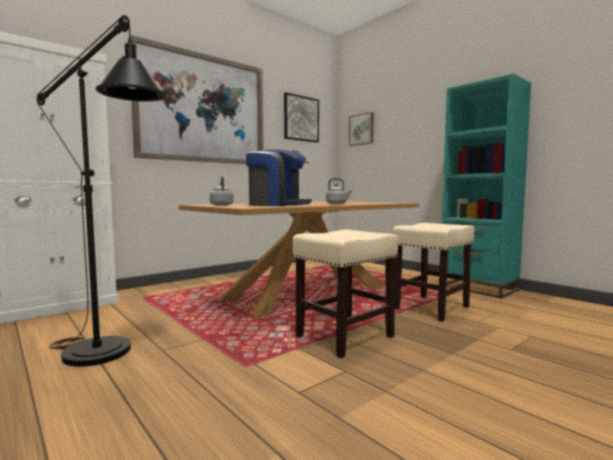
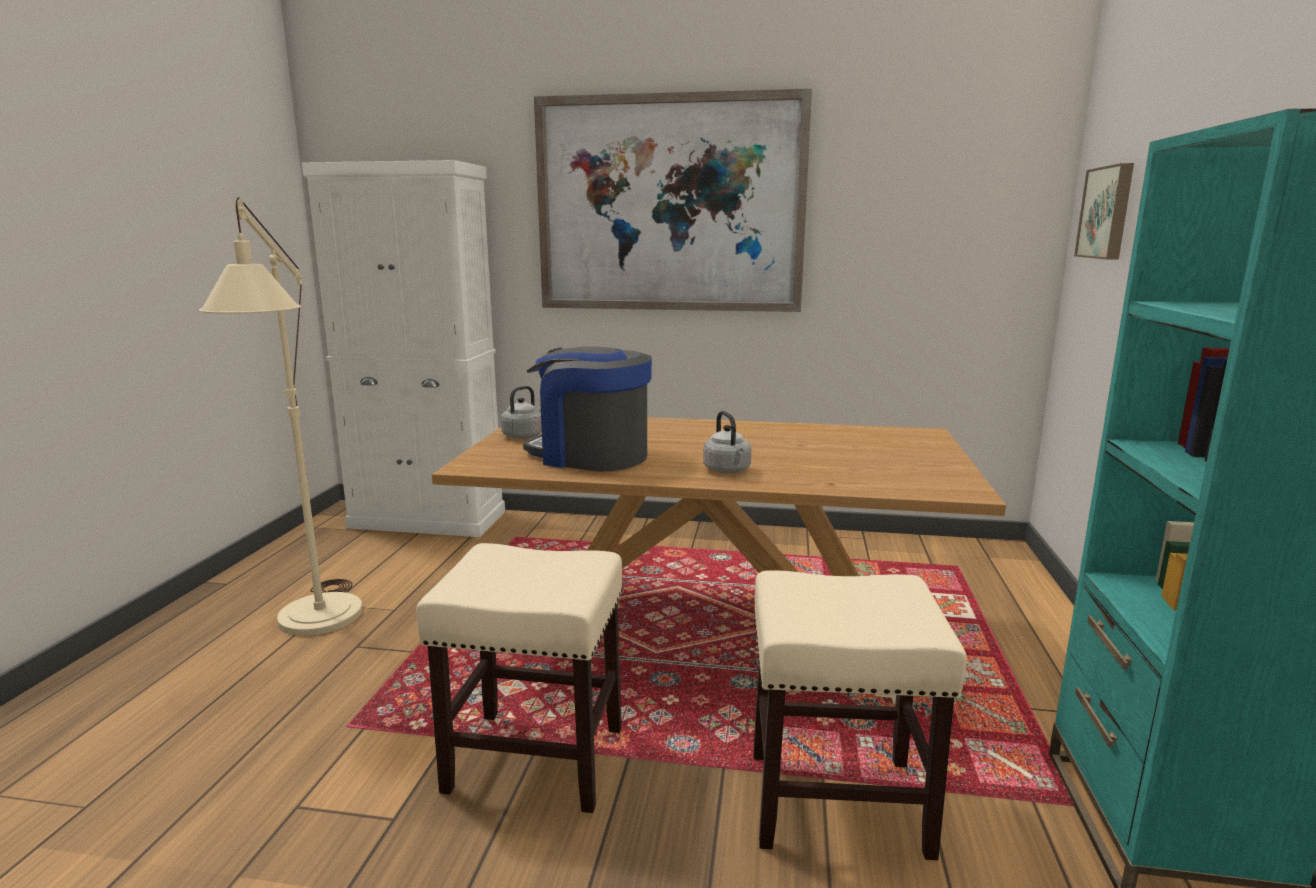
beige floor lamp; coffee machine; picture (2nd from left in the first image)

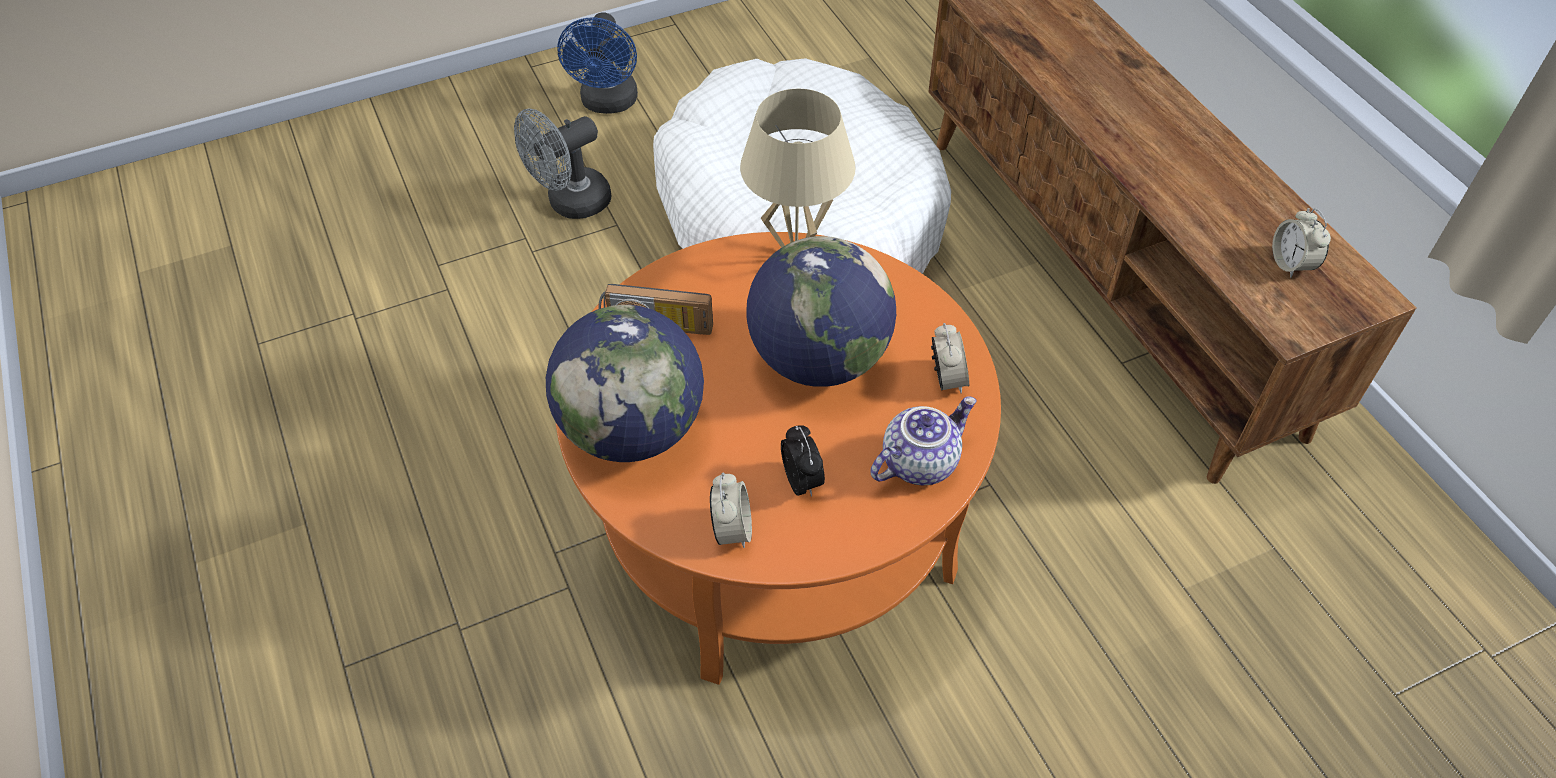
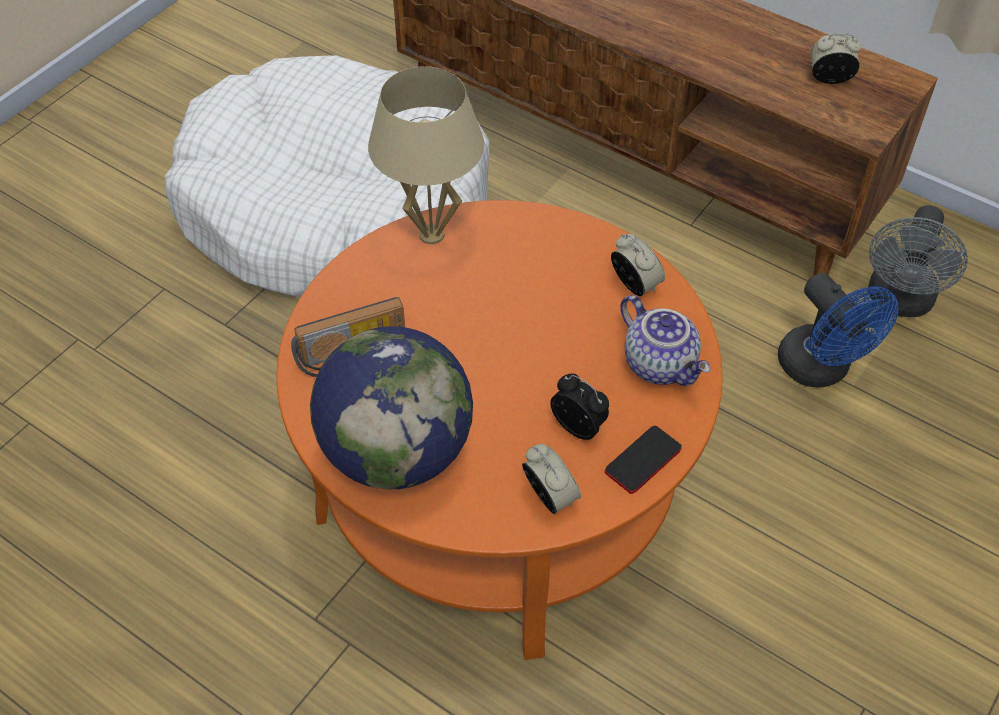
grey fan; blue fan; globe (2nd from left in the first image); teapot; alarm clock (4th from left); phone

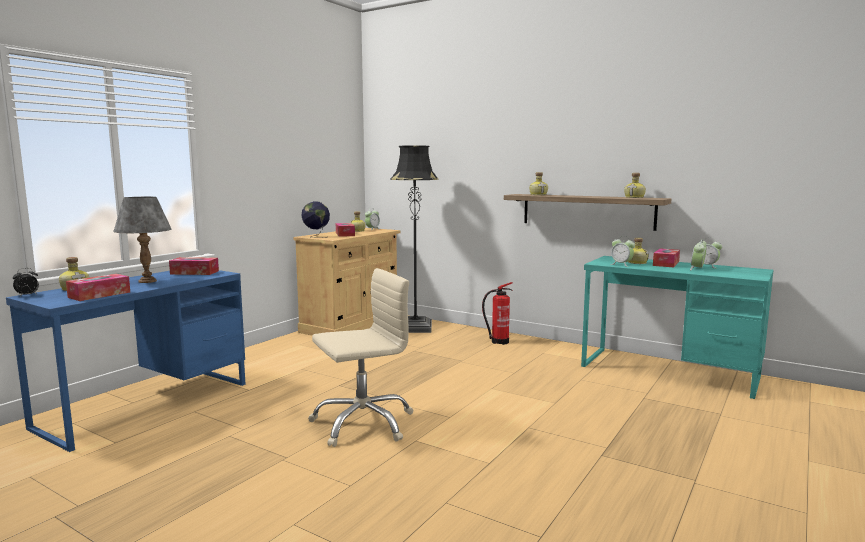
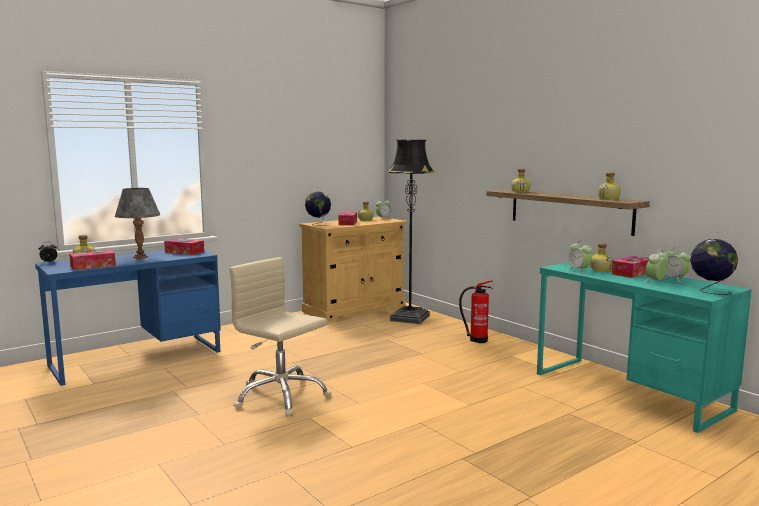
beige office chair; globe (2nd from left)

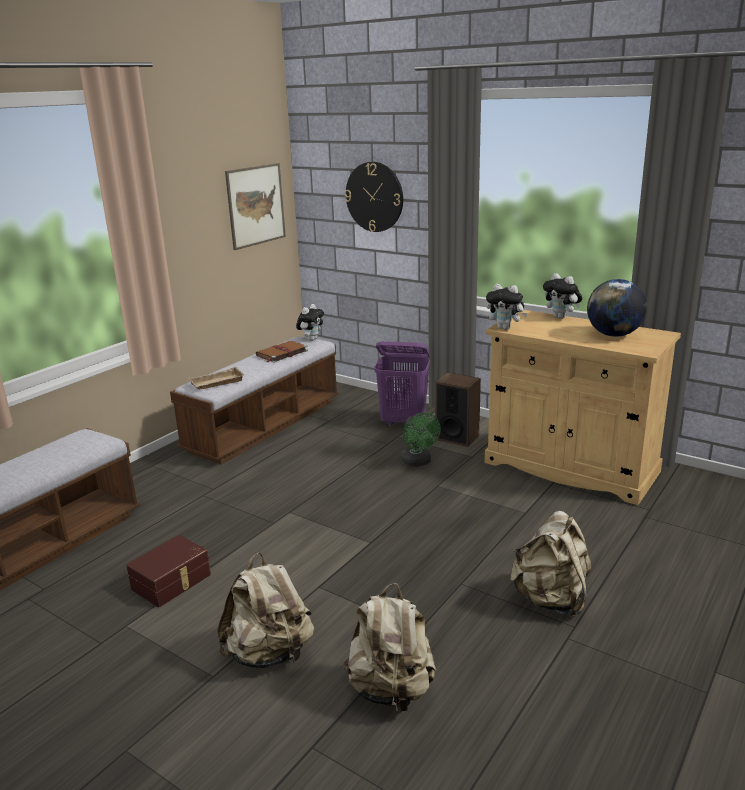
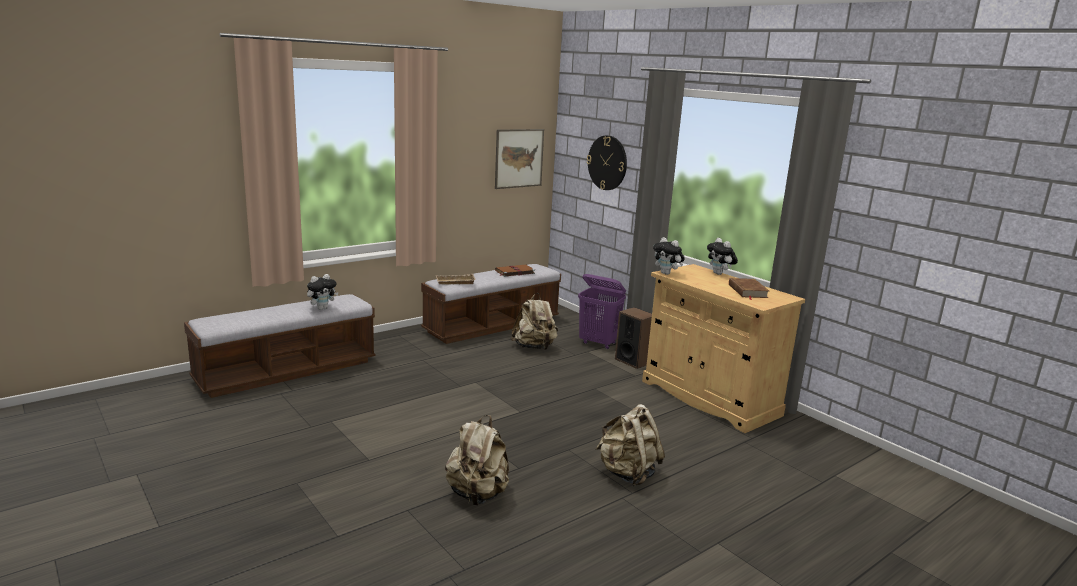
brown storage box; beige backpack (2nd from left); plush toy (1st from left); green fan; brown book (2nd from left)

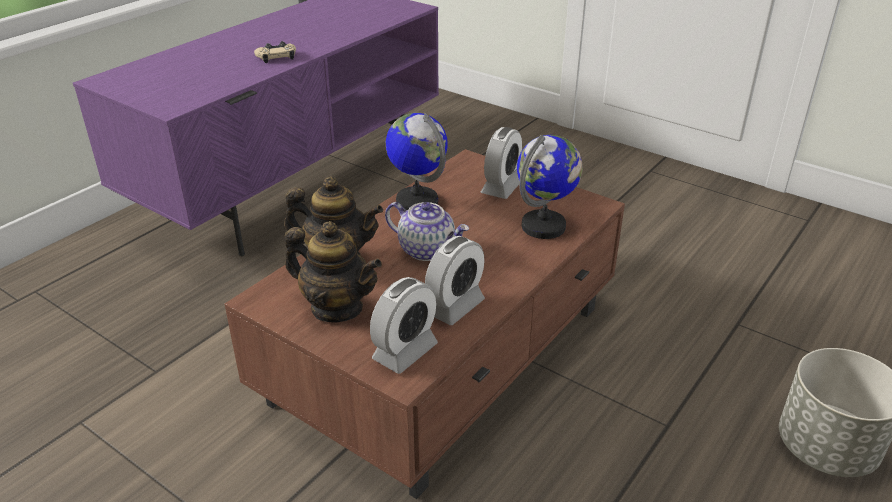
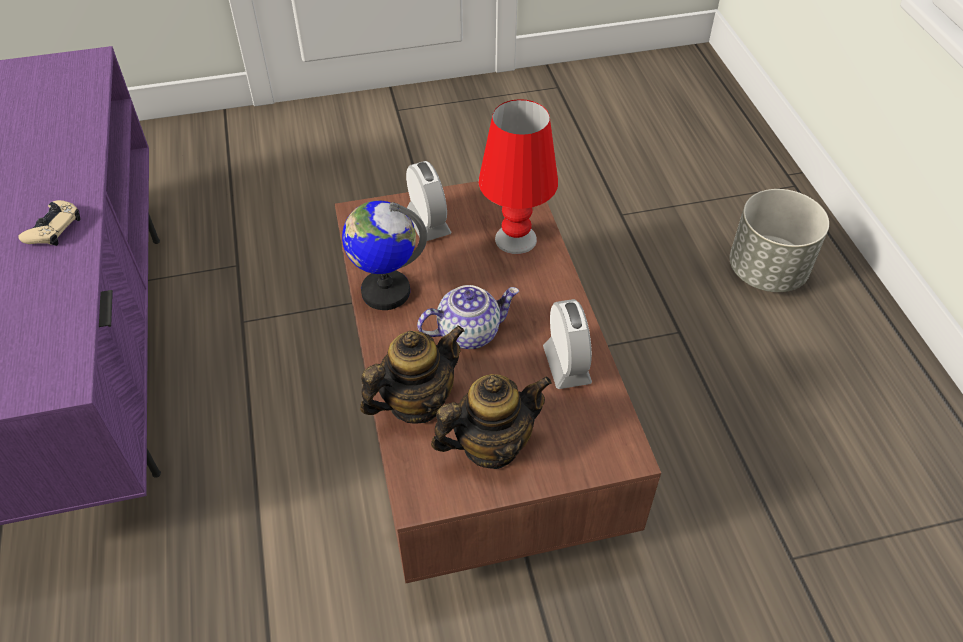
alarm clock (1st from left in the first image); red table lamp

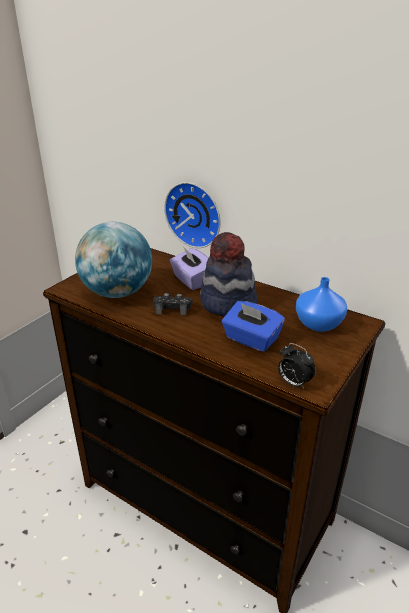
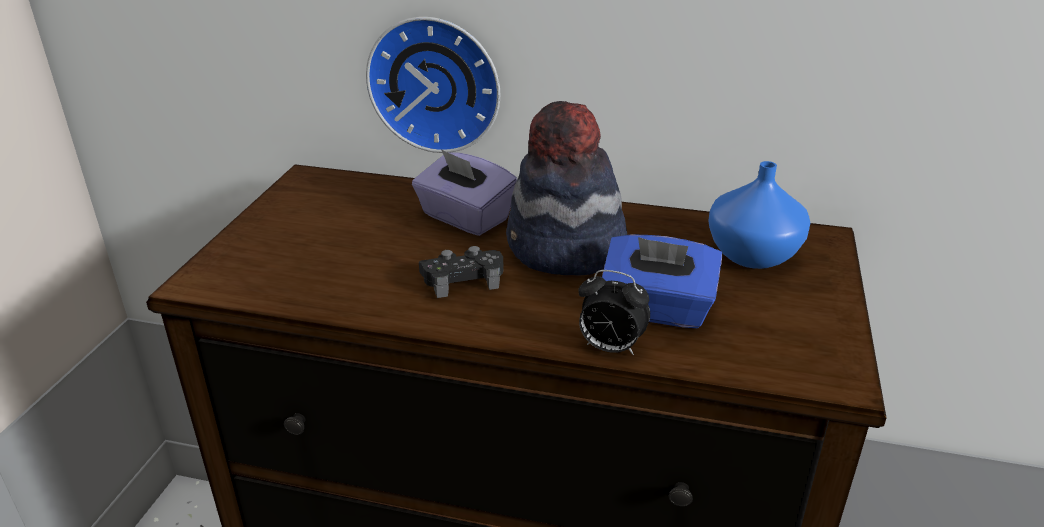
globe; alarm clock

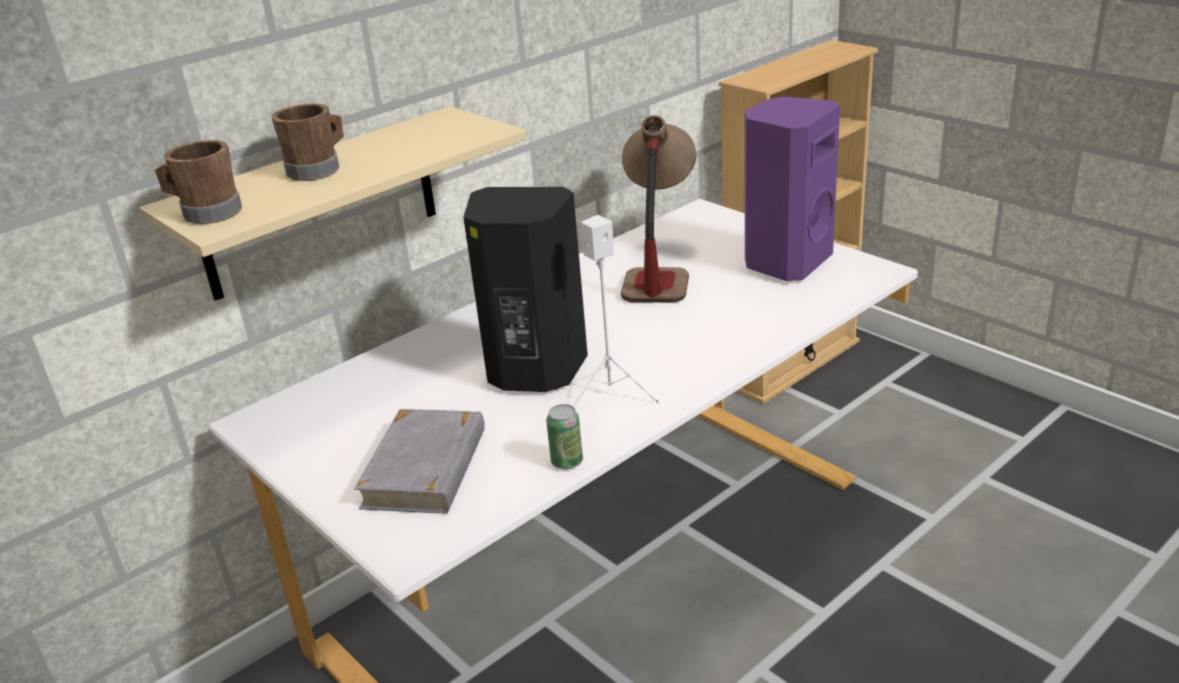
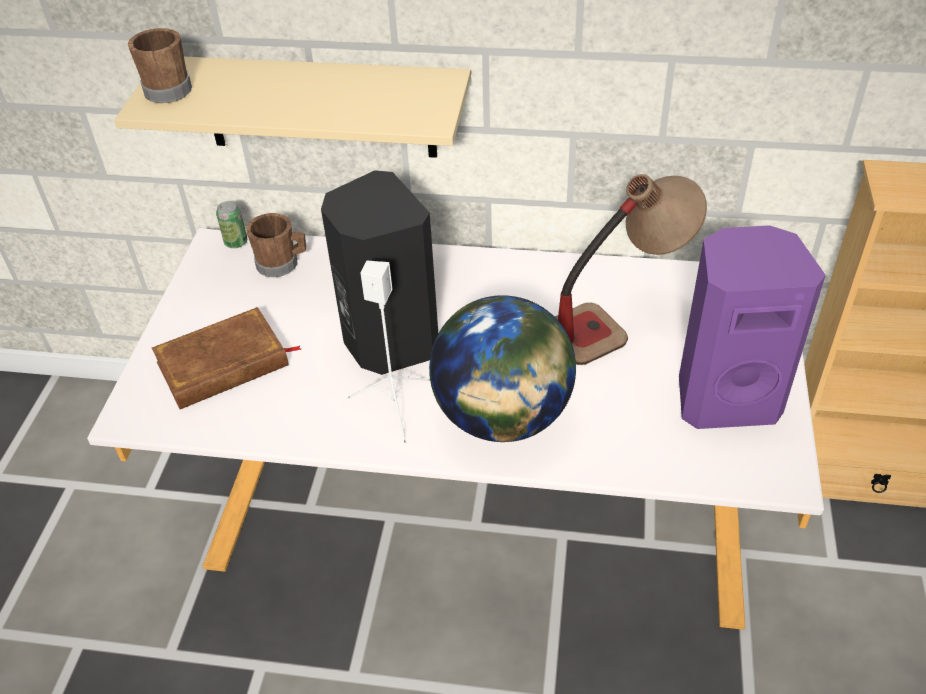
brown mug (2nd from left); brown book; can; globe

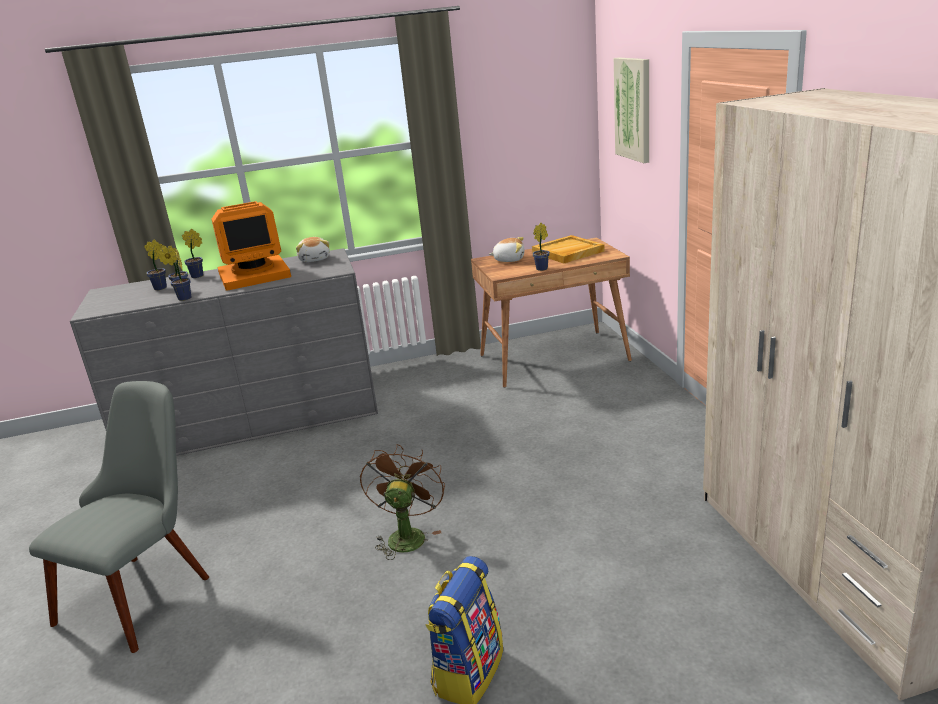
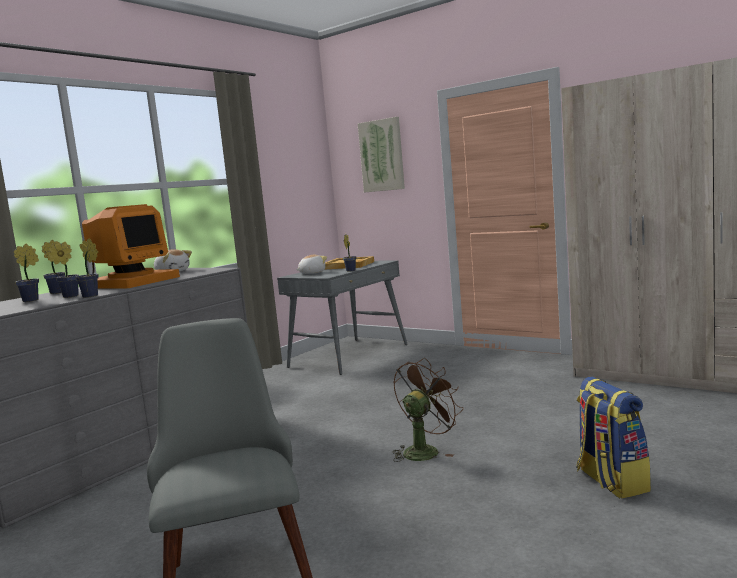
brown fan; grey desk

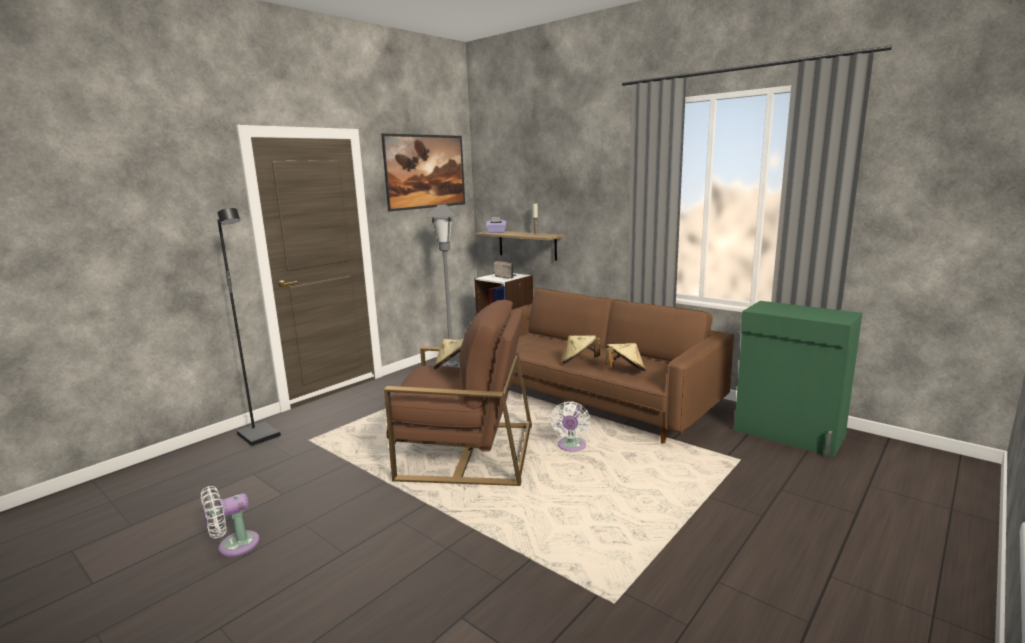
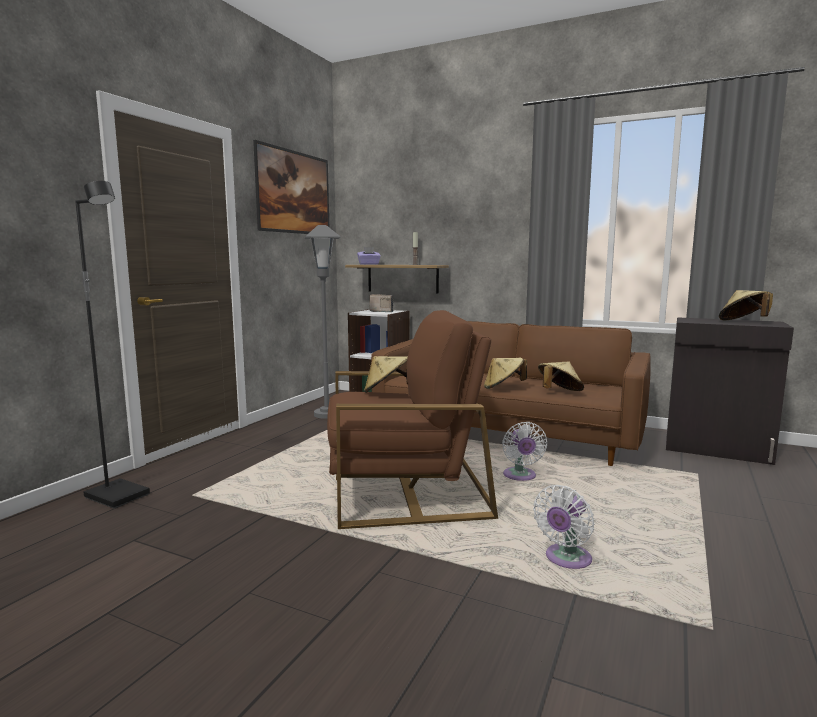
white fan (2nd from left); black cabinet; beige hat (4th from left)

